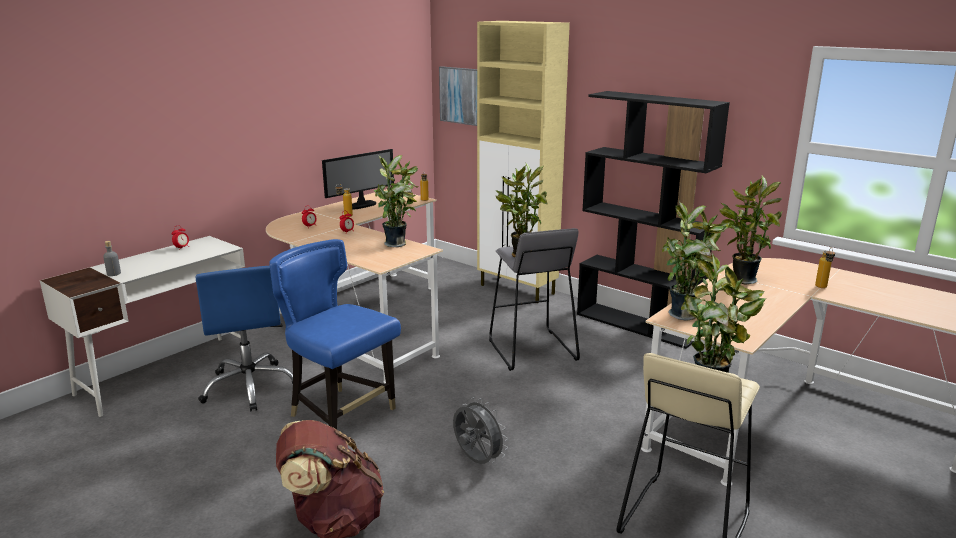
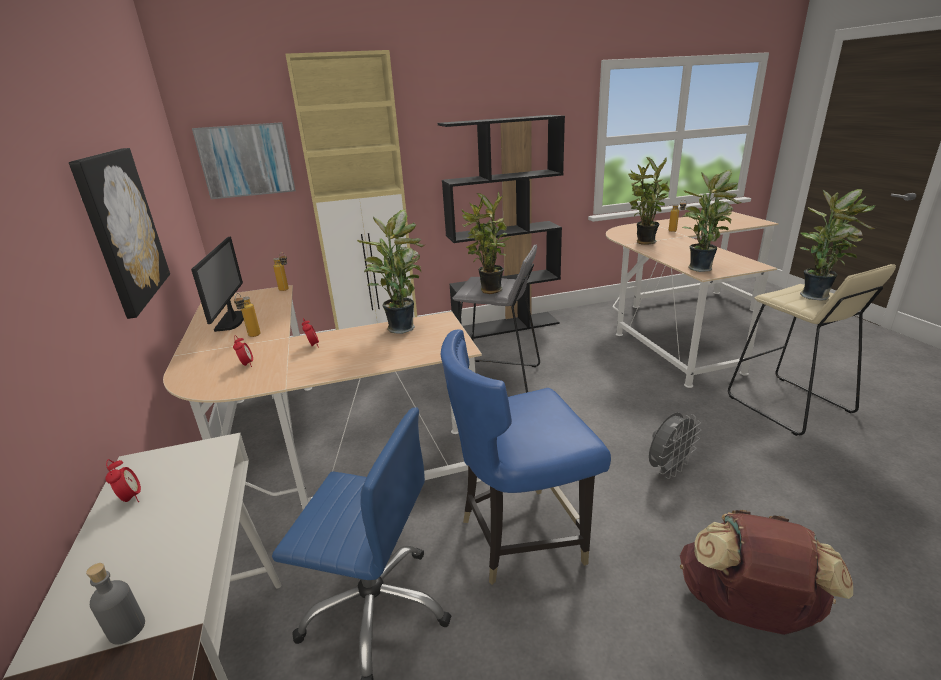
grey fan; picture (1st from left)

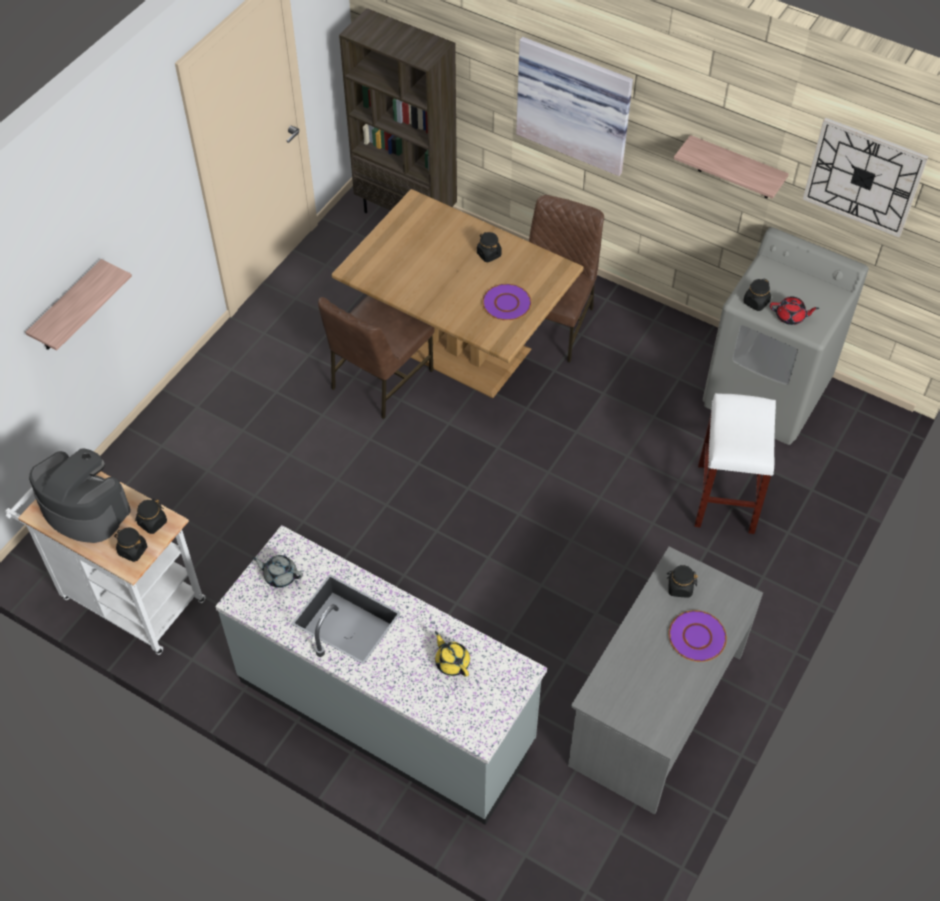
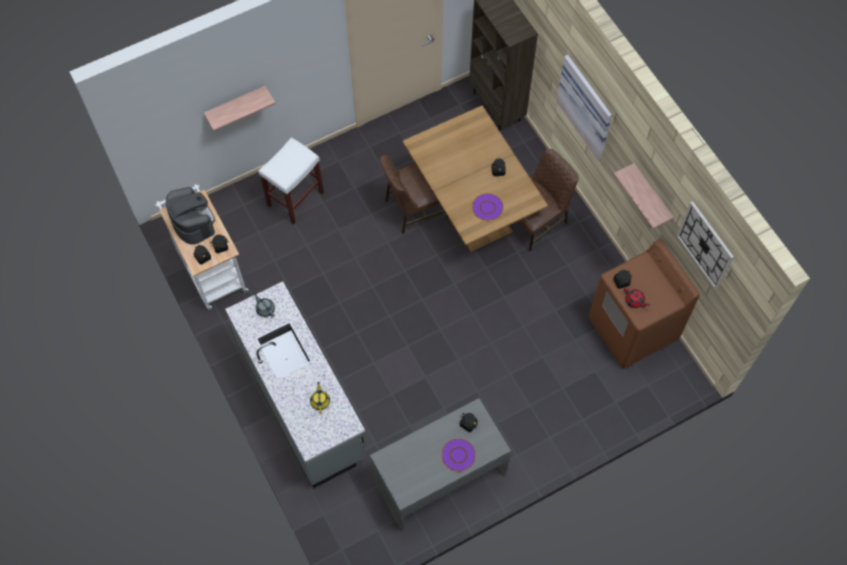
white stool; brown washing machine

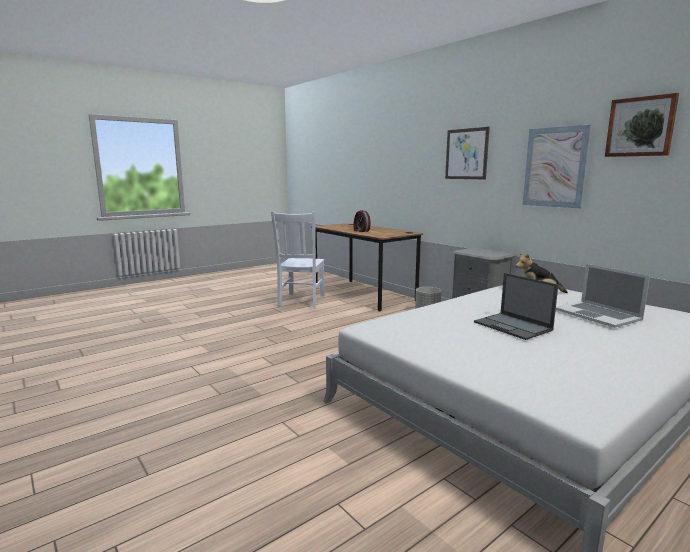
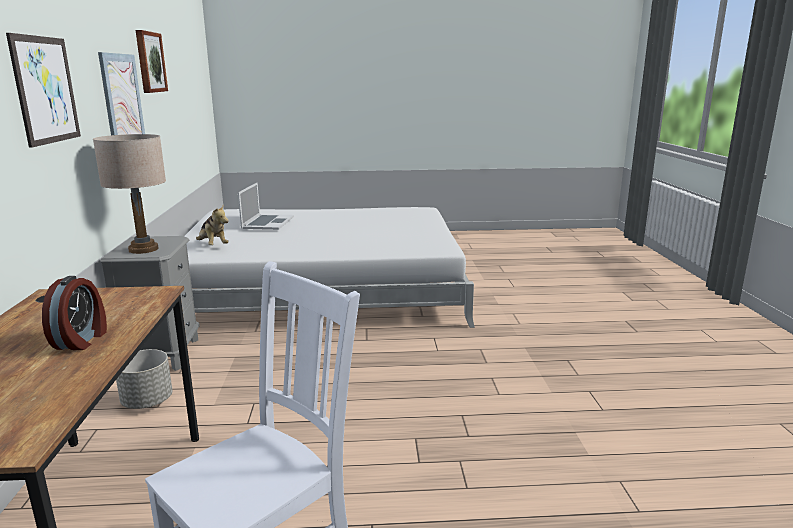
laptop (1st from left in the first image); beige table lamp

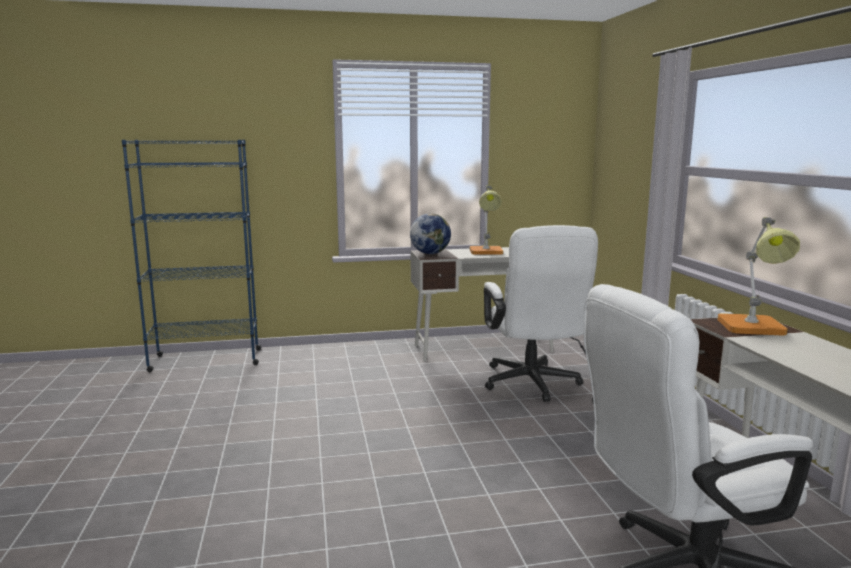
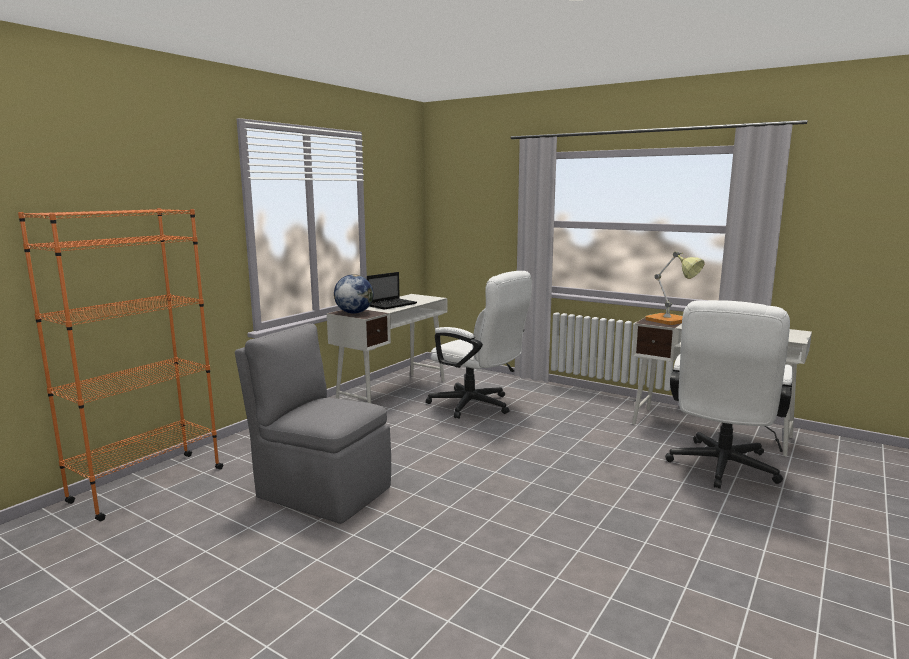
orange bookcase; laptop; grey chair

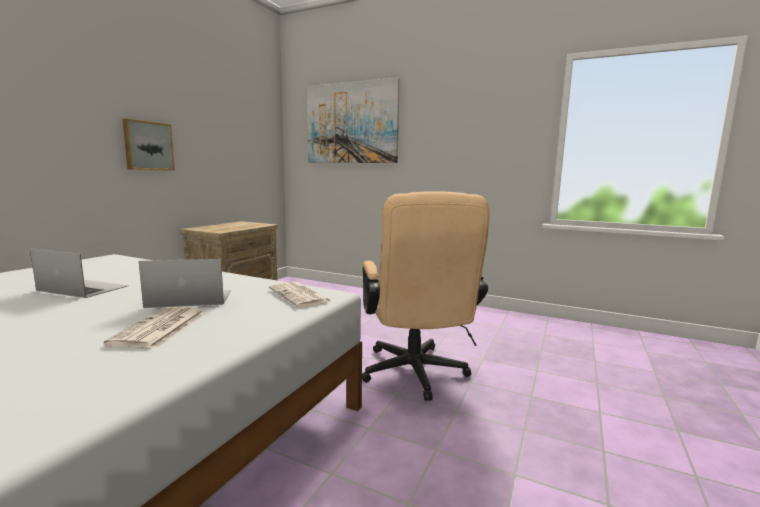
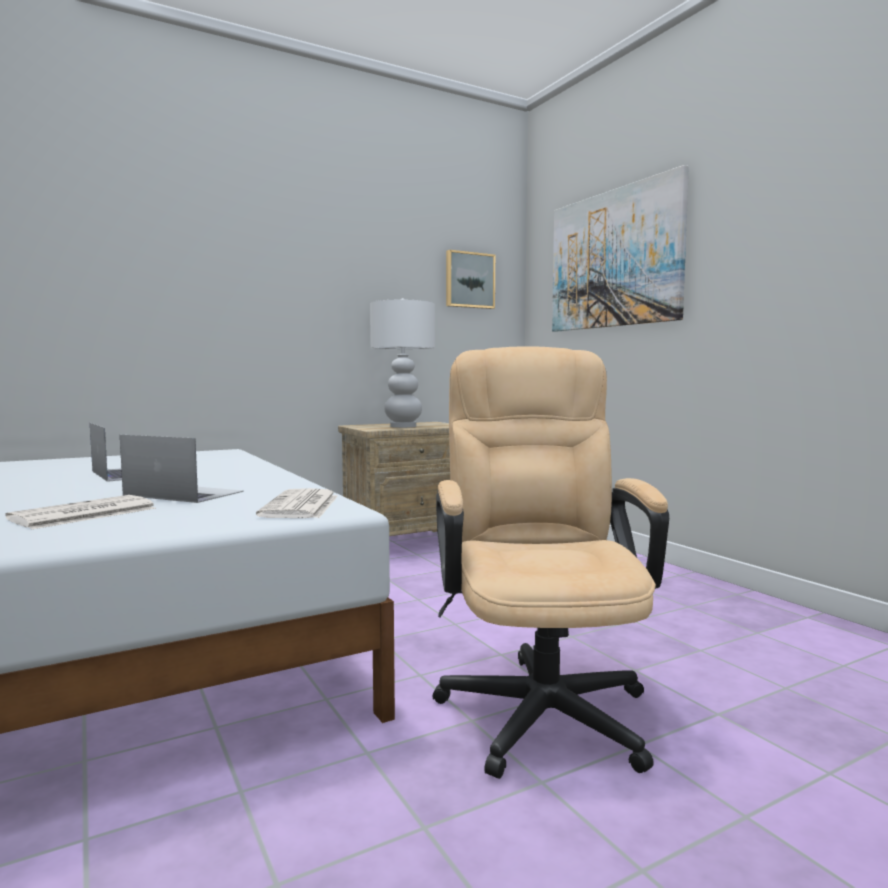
picture (1st from left); beige office chair; white table lamp

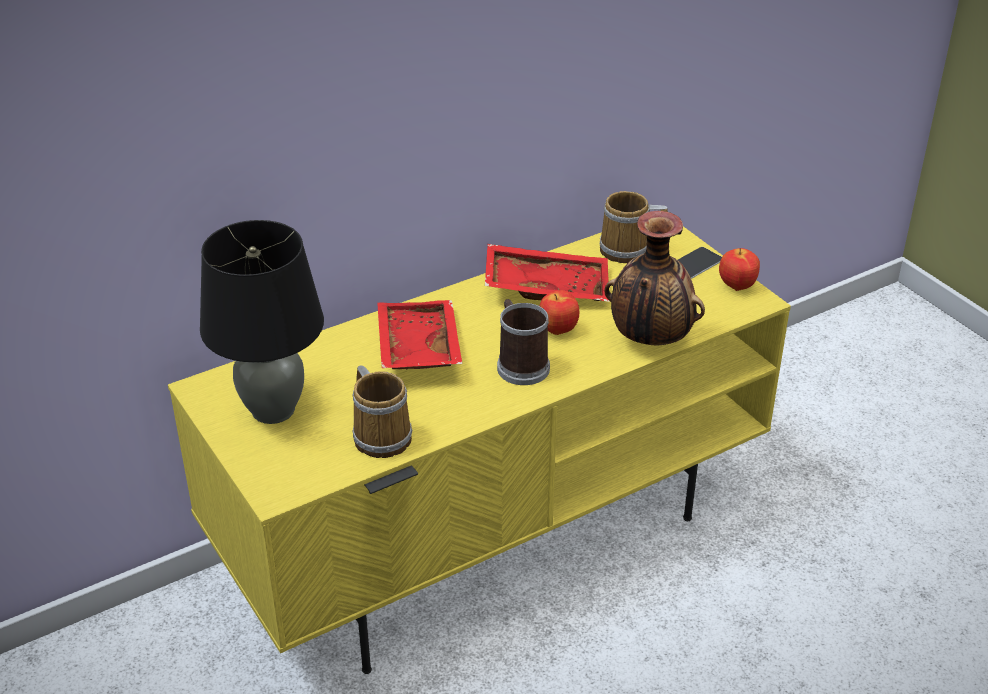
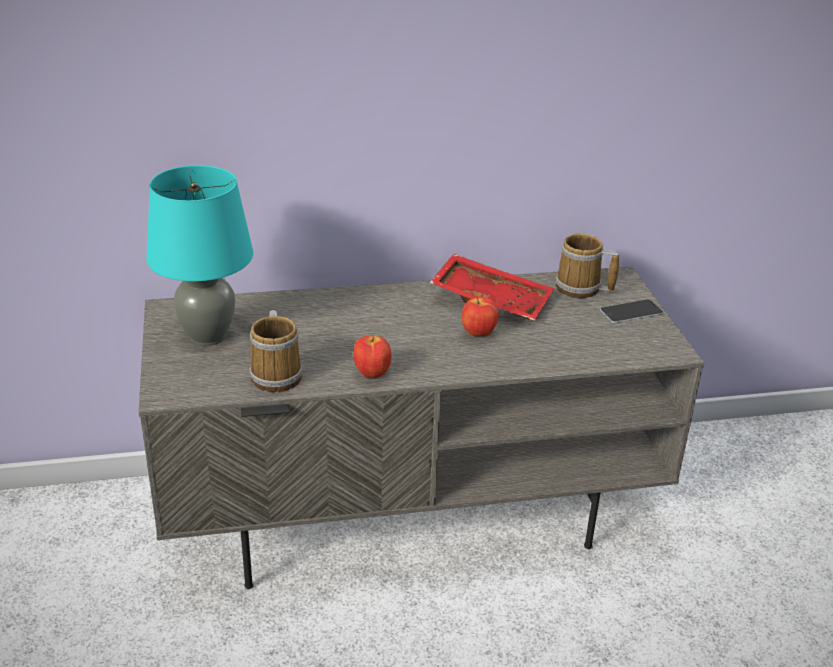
grey tv stand; turquoise table lamp; red tray (1st from left in the first image); mug (2nd from left in the first image); vase; apple (1st from left)

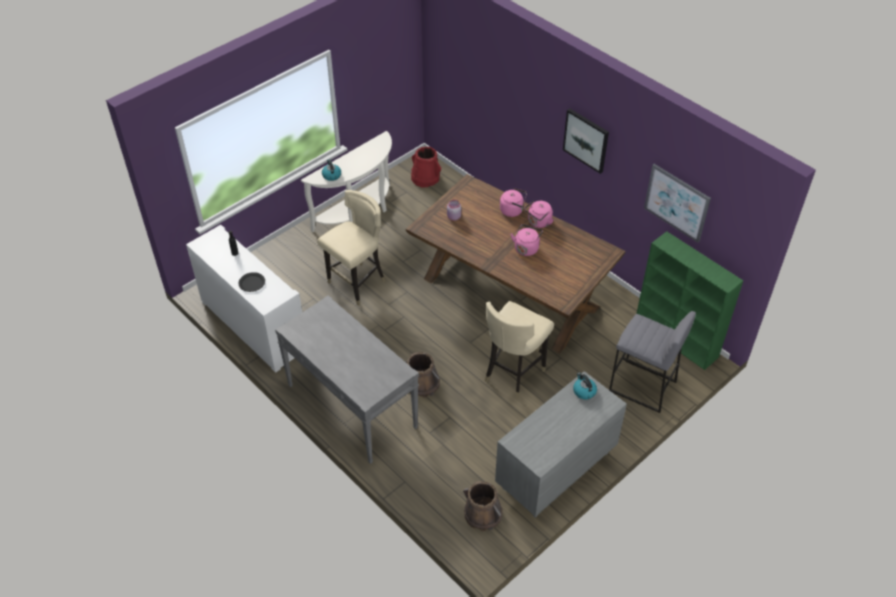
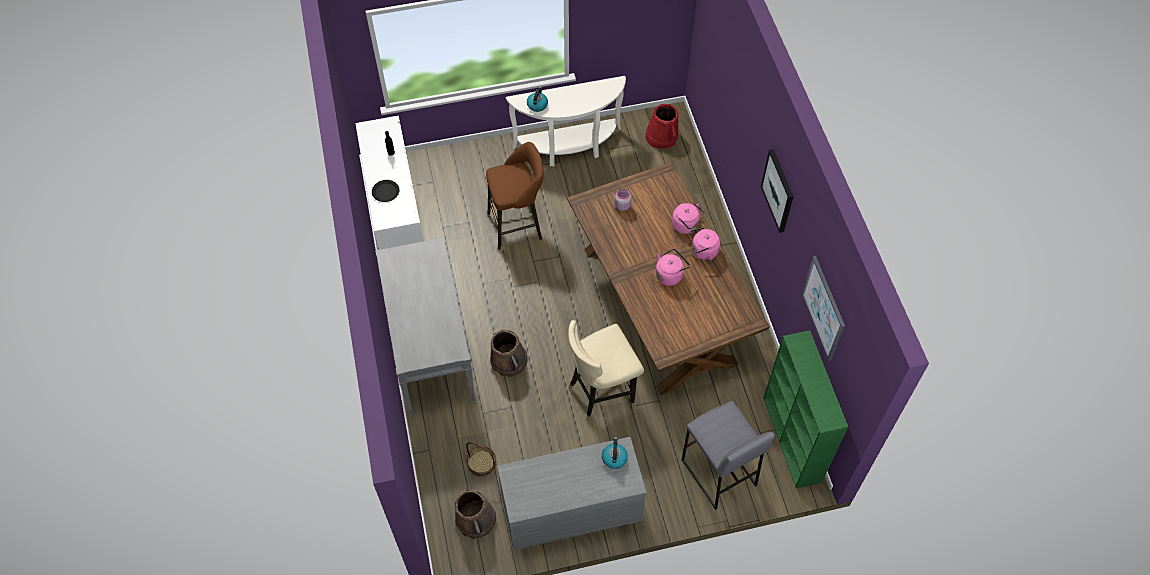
brown stool; basket

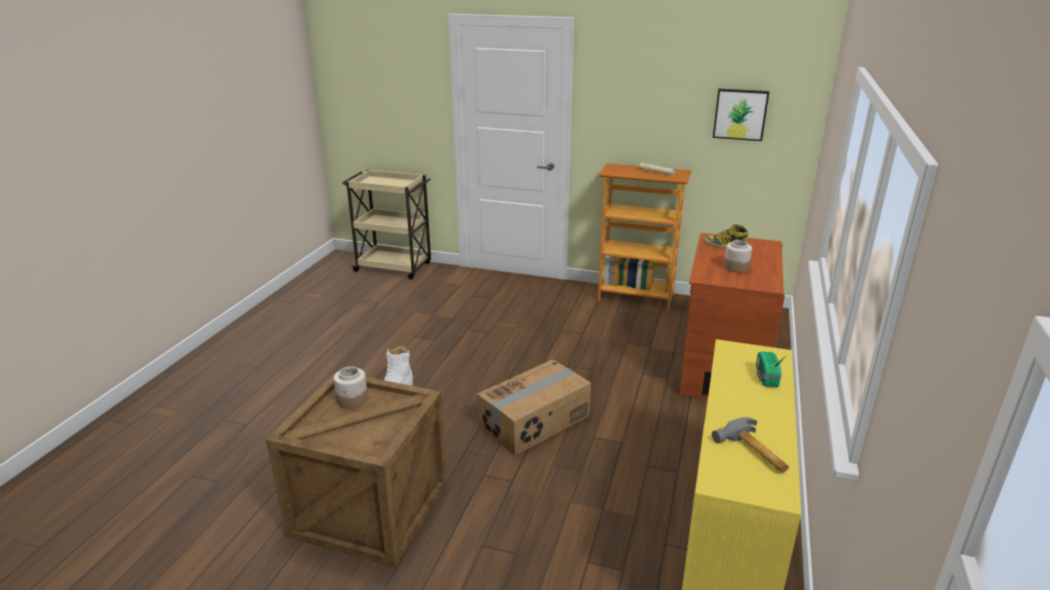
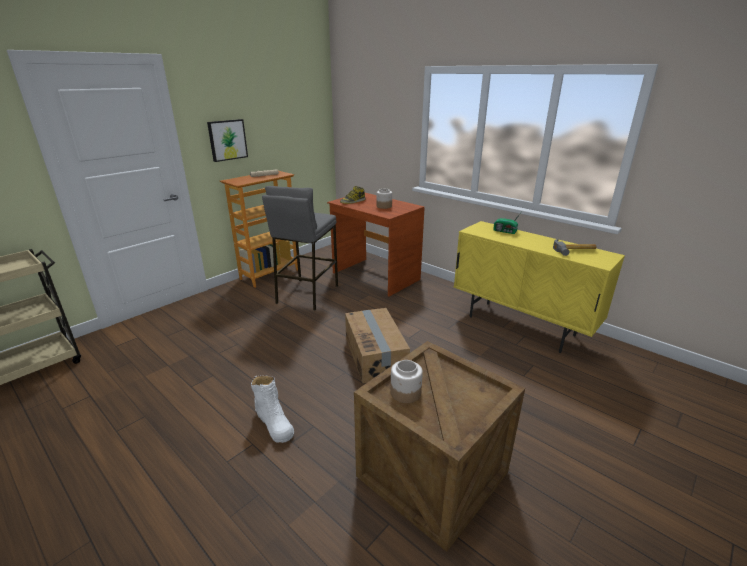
picture; grey stool

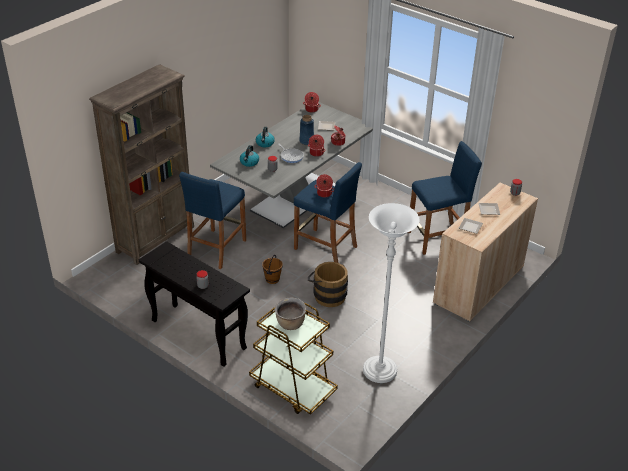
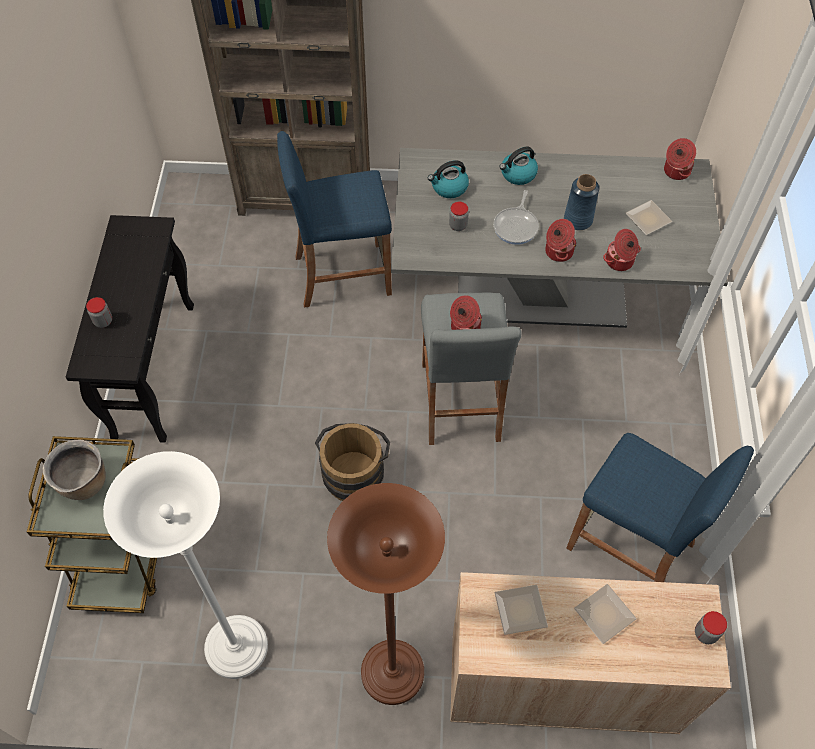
brown bucket (1st from left in the first image); grey stool; brown floor lamp

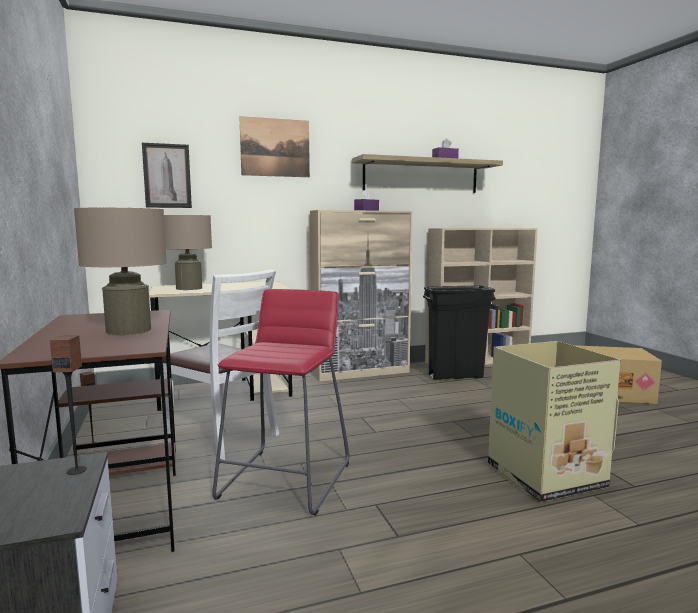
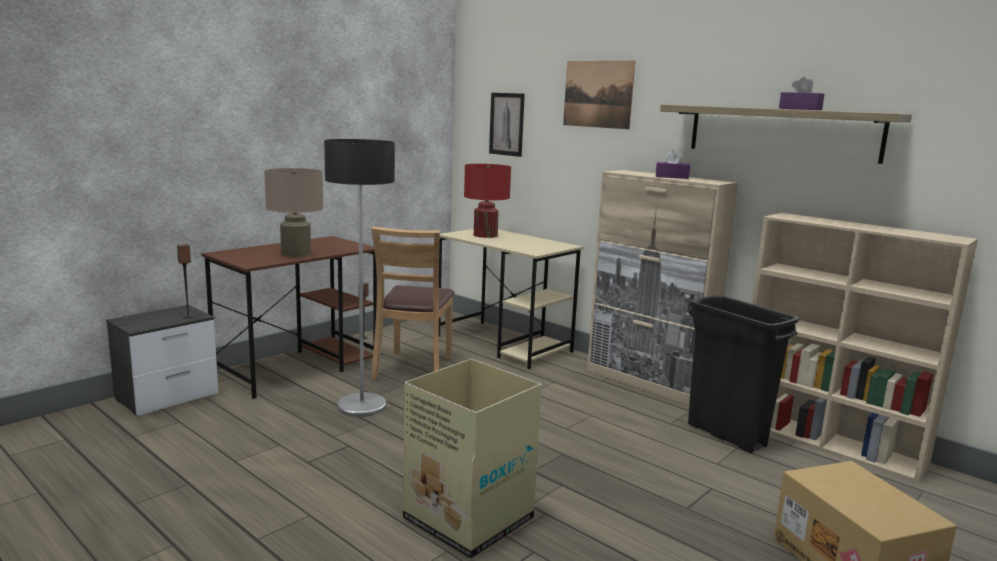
brown chair; red table lamp; floor lamp

